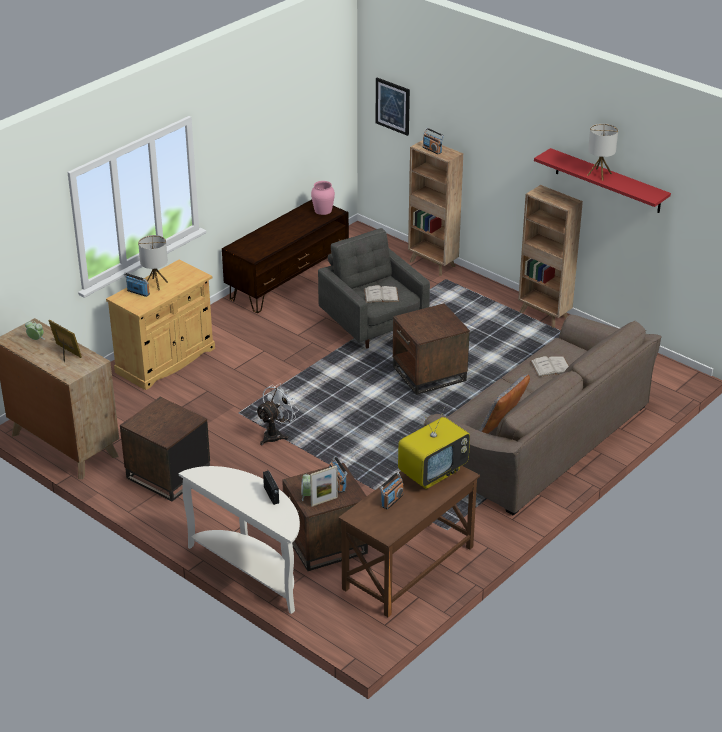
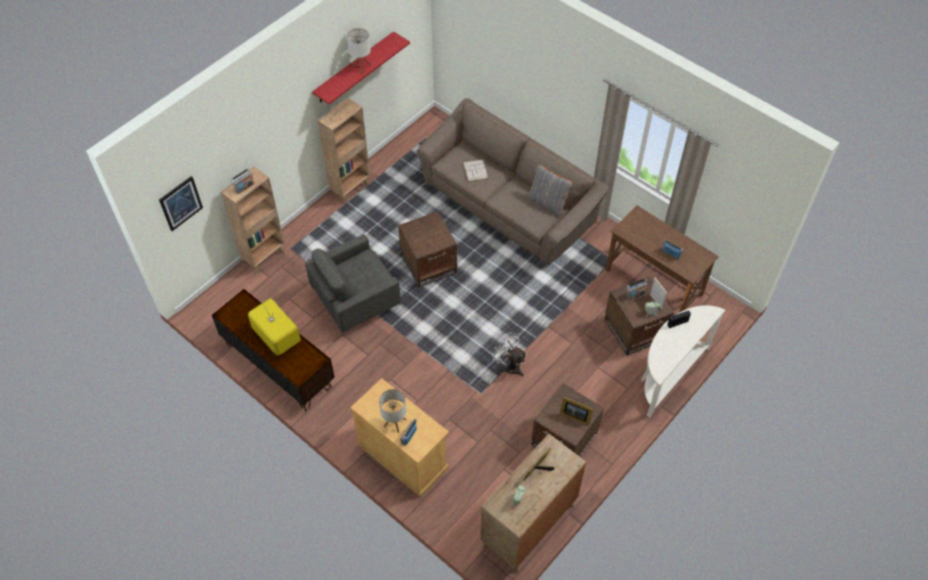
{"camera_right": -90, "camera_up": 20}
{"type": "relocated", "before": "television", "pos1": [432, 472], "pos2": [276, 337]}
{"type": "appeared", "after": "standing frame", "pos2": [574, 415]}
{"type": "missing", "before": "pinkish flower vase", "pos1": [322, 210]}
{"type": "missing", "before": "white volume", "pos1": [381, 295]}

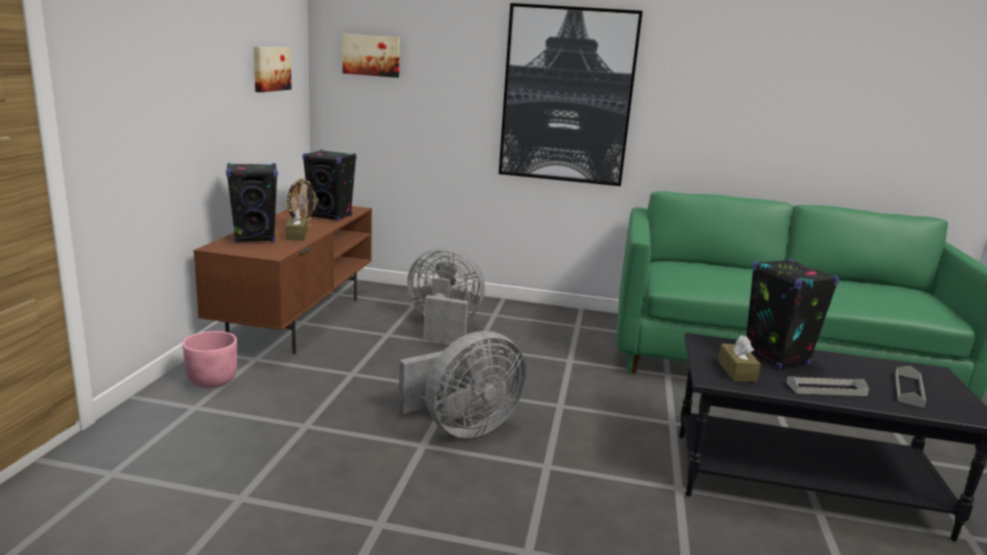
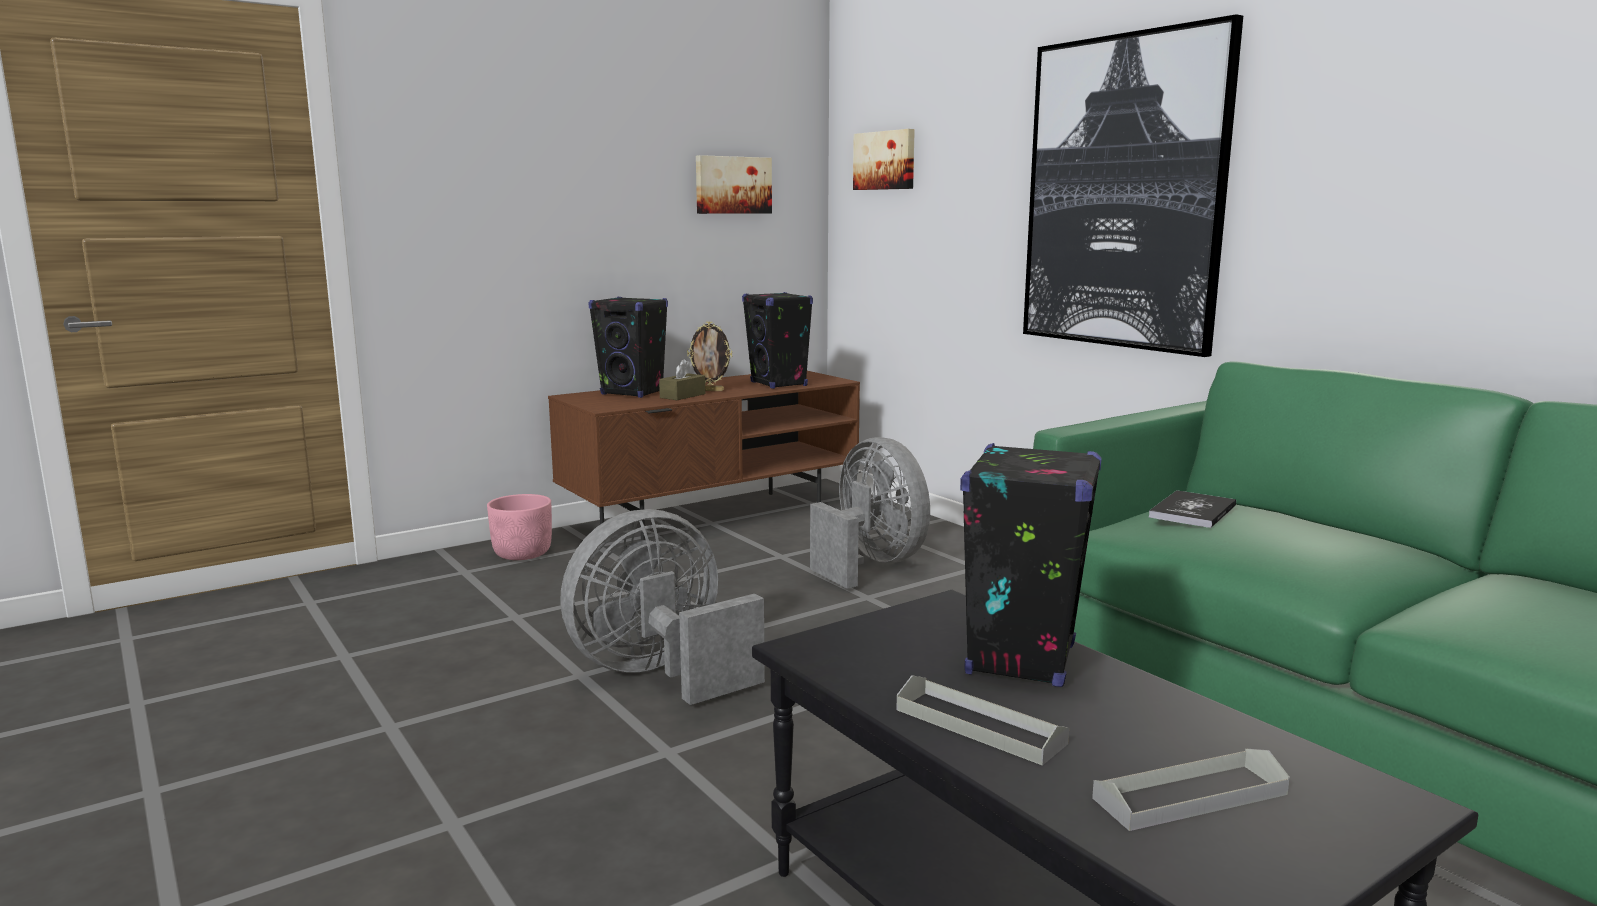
{"camera_right": 45, "camera_up": -5}
{"type": "spun", "before": "gray fan", "pos1": [463, 427], "pos2": [660, 674], "turn": 135}
{"type": "appeared", "after": "volume", "pos2": [1193, 511]}
{"type": "missing", "before": "brown-coloured box of tissues", "pos1": [736, 371]}

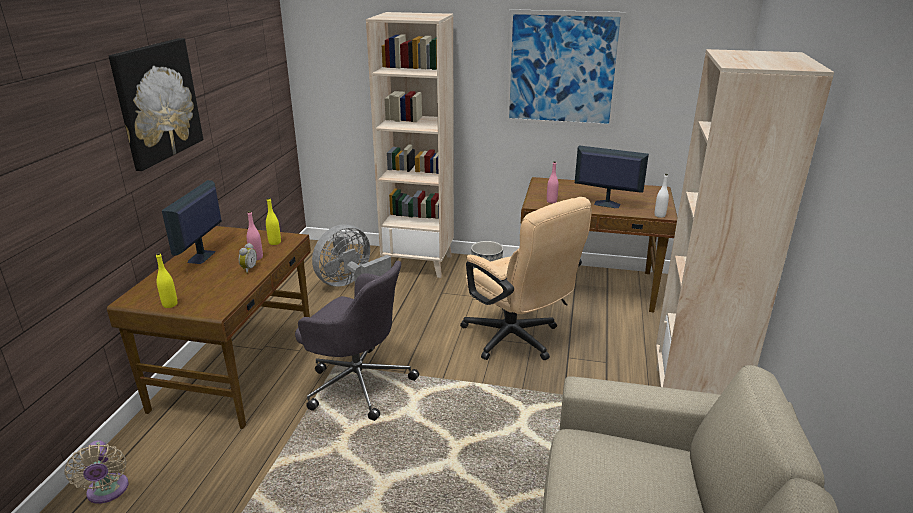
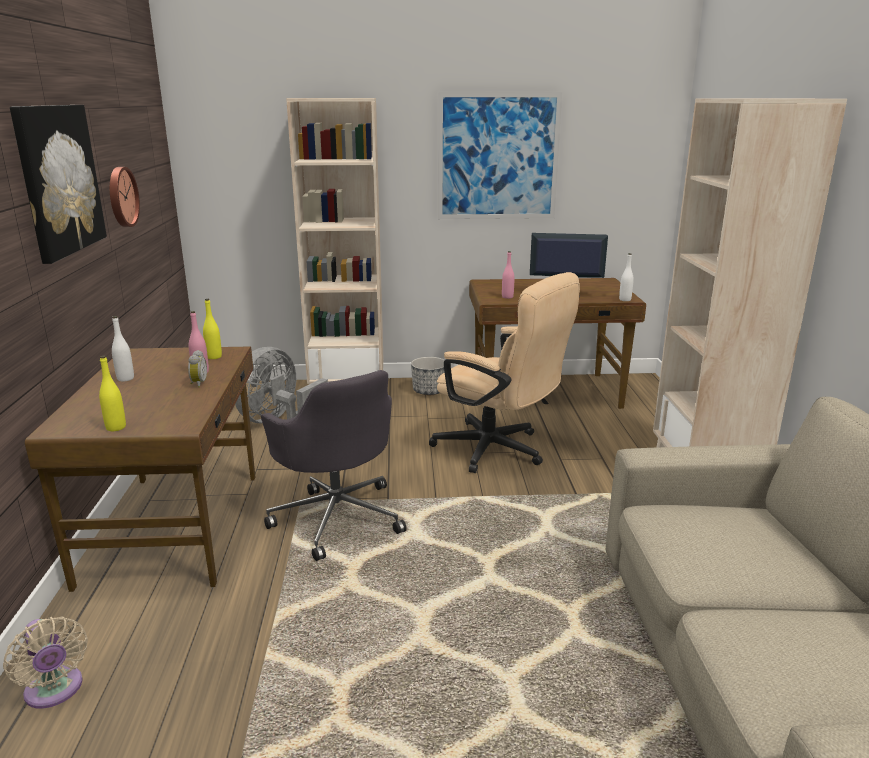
{"camera_right": -15, "camera_up": -5}
{"type": "appeared", "after": "hanging clock", "pos2": [121, 197]}
{"type": "exchanged", "before": "computer screen", "after": "white beverage bottle", "pos1": [201, 257], "pos2": [125, 378]}
{"type": "spun", "before": "gray desk chair", "pos1": [357, 383], "pos2": [337, 516], "turn": 45}

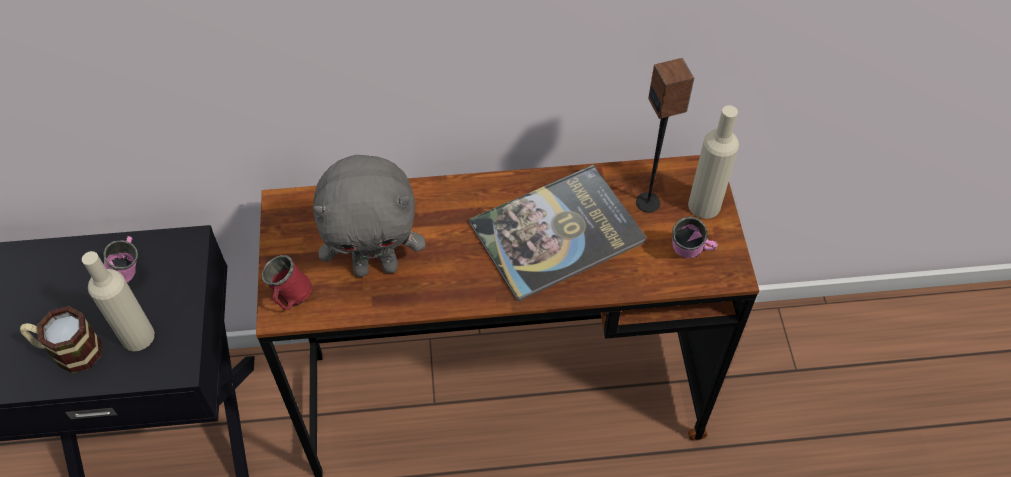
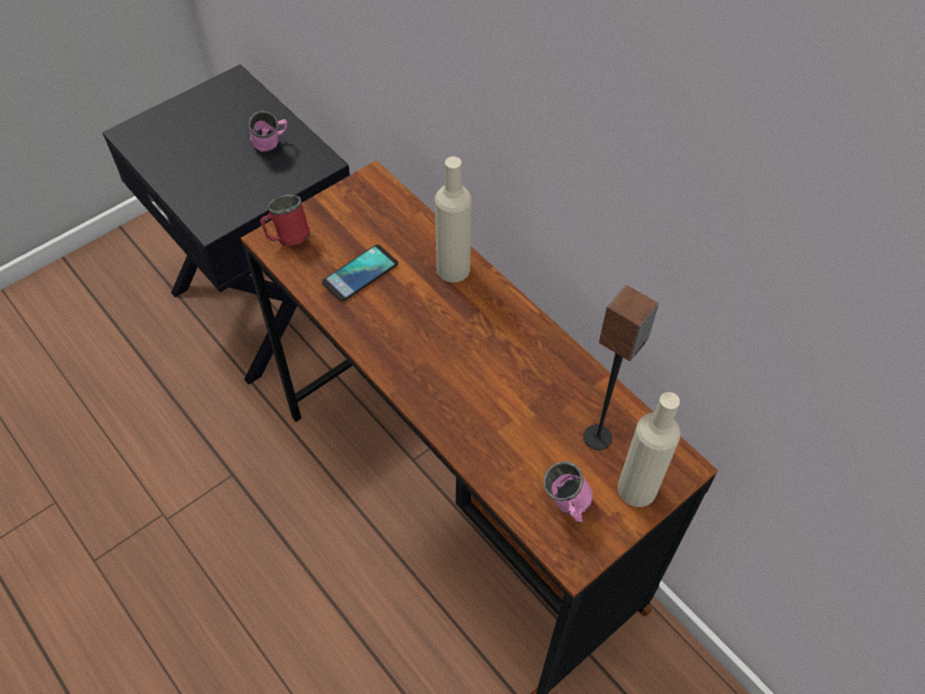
{"camera_right": 55, "camera_up": 0}
{"type": "exchanged", "before": "gray plush toy", "after": "handset", "pos1": [376, 266], "pos2": [360, 273]}
{"type": "relocated", "before": "sand-coloured beverage bottle", "pos1": [137, 336], "pos2": [453, 269]}
{"type": "missing", "before": "tea mug", "pos1": [69, 351]}
{"type": "missing", "before": "volume", "pos1": [556, 233]}

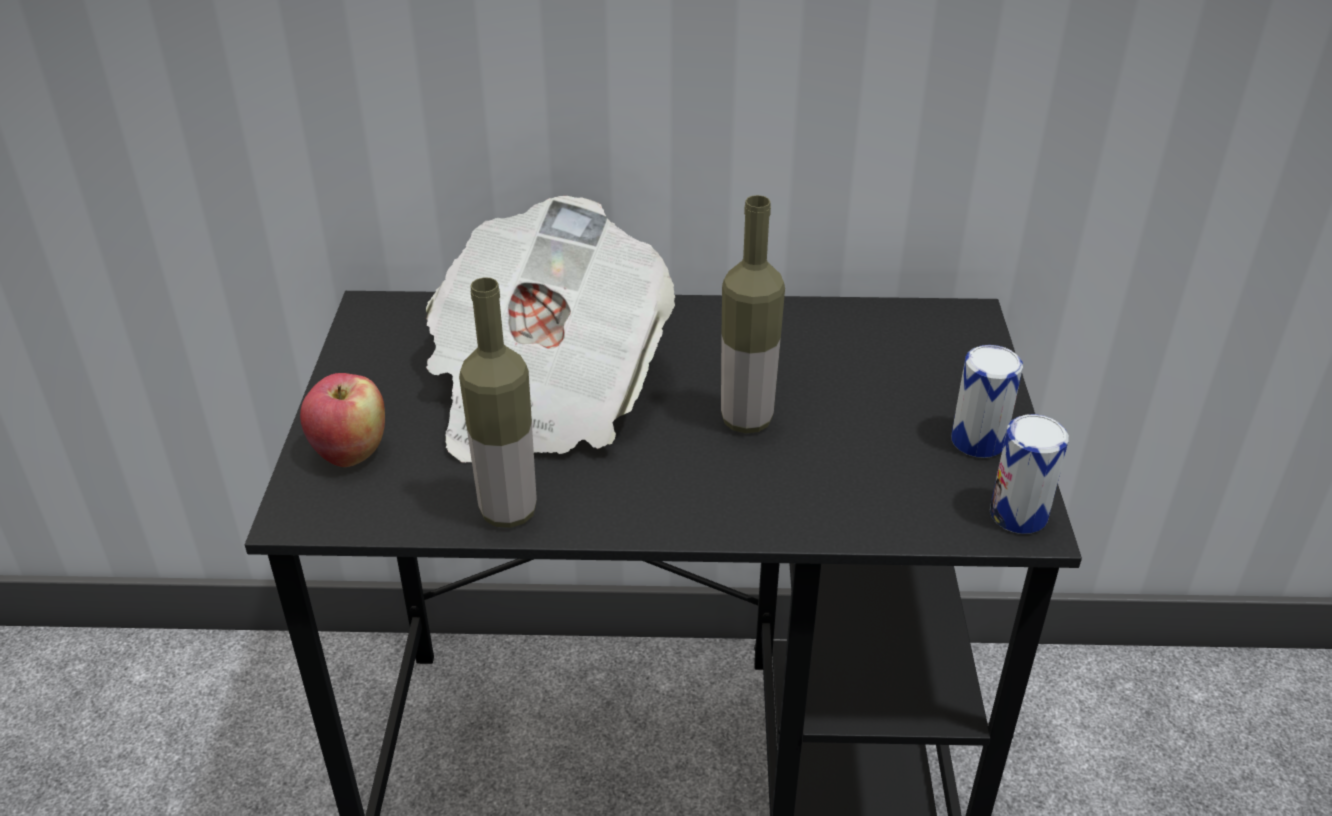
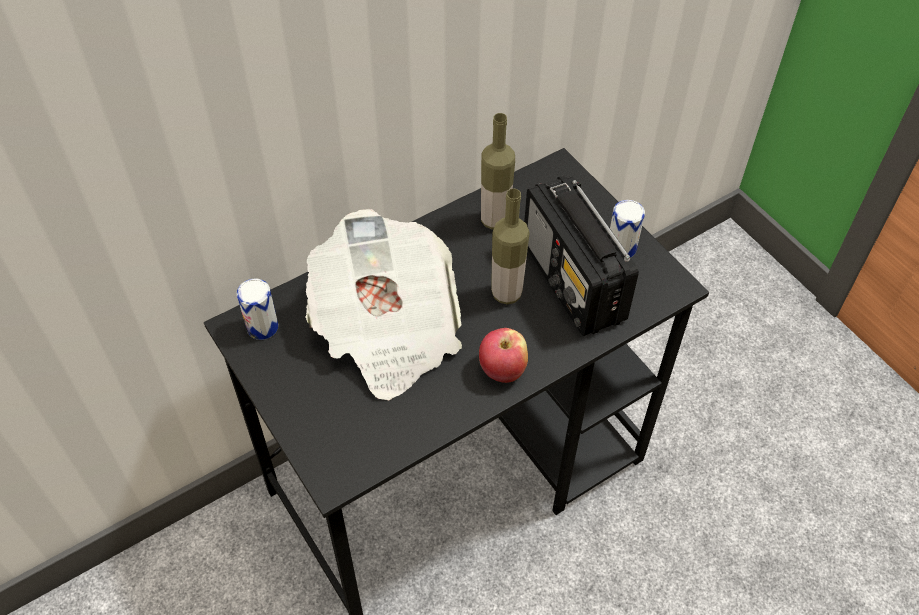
{"camera_right": -35, "camera_up": 15}
{"type": "relocated", "before": "metal can", "pos1": [1018, 514], "pos2": [262, 327]}
{"type": "relocated", "before": "apple fruit", "pos1": [350, 452], "pos2": [502, 370]}
{"type": "relocated", "before": "beverage bottle", "pos1": [508, 511], "pos2": [495, 220]}
{"type": "appeared", "after": "radio set", "pos2": [573, 283]}

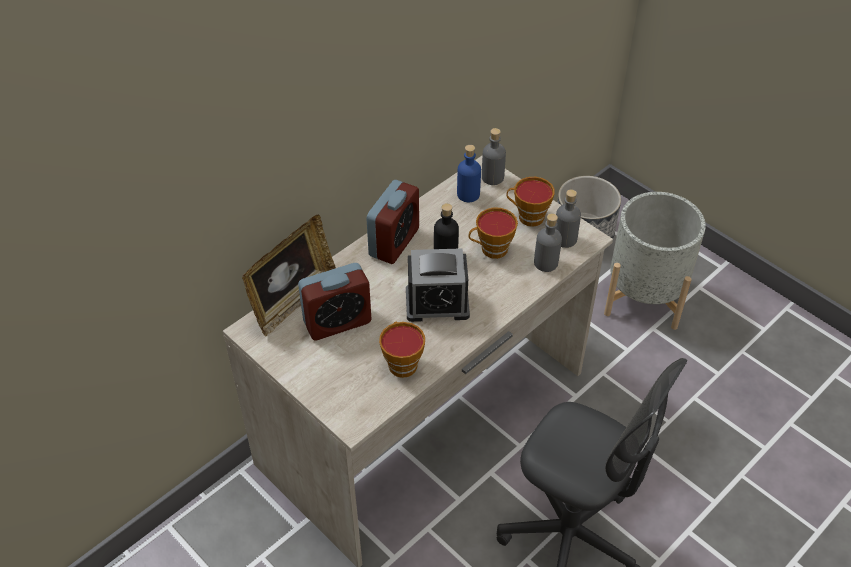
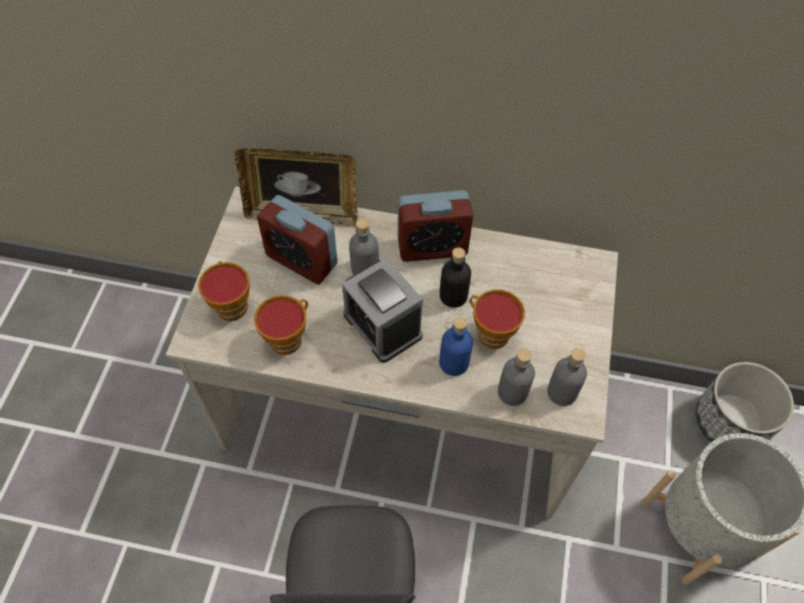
{"camera_right": 55, "camera_up": 10}
{"type": "relocated", "before": "drinking cup", "pos1": [527, 217], "pos2": [230, 304]}
{"type": "relocated", "before": "gray beverage bottle", "pos1": [492, 177], "pos2": [364, 268]}
{"type": "relocated", "before": "bluish beverage bottle", "pos1": [468, 194], "pos2": [454, 362]}

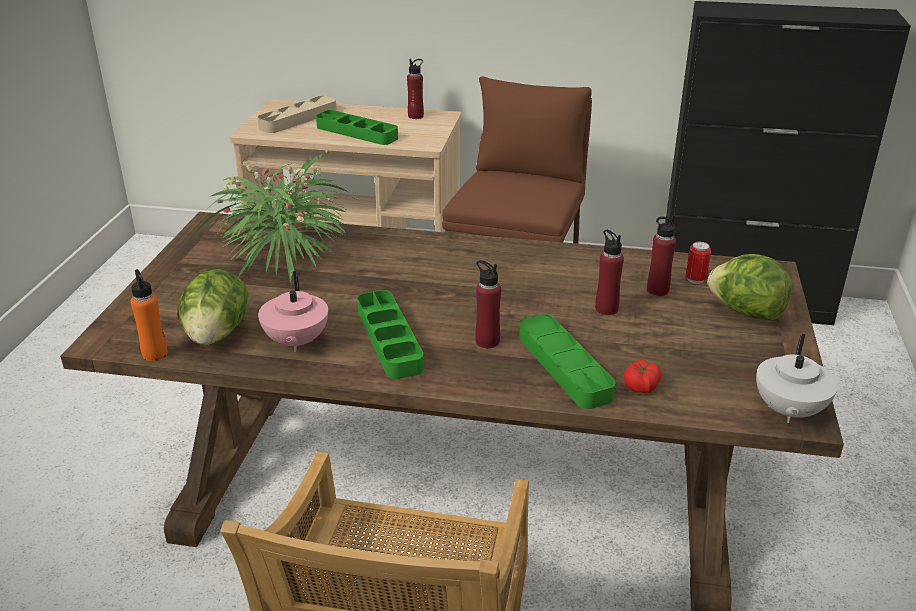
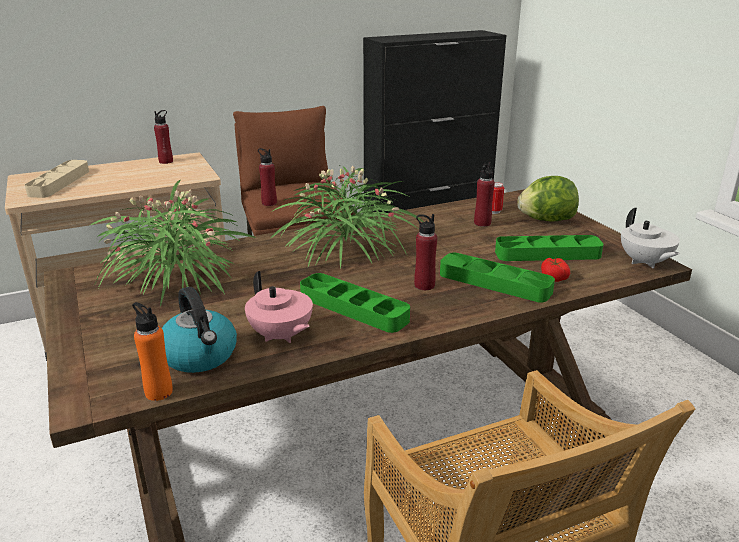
{"camera_right": -35, "camera_up": -5}
{"type": "exchanged", "before": "lettuce", "after": "tea kettle", "pos1": [216, 335], "pos2": [200, 356]}
{"type": "relocated", "before": "red beverage bottle", "pos1": [606, 309], "pos2": [269, 203]}
{"type": "appeared", "after": "plant in a pot", "pos2": [347, 248]}
{"type": "relocated", "before": "greenish tray", "pos1": [357, 132], "pos2": [547, 254]}

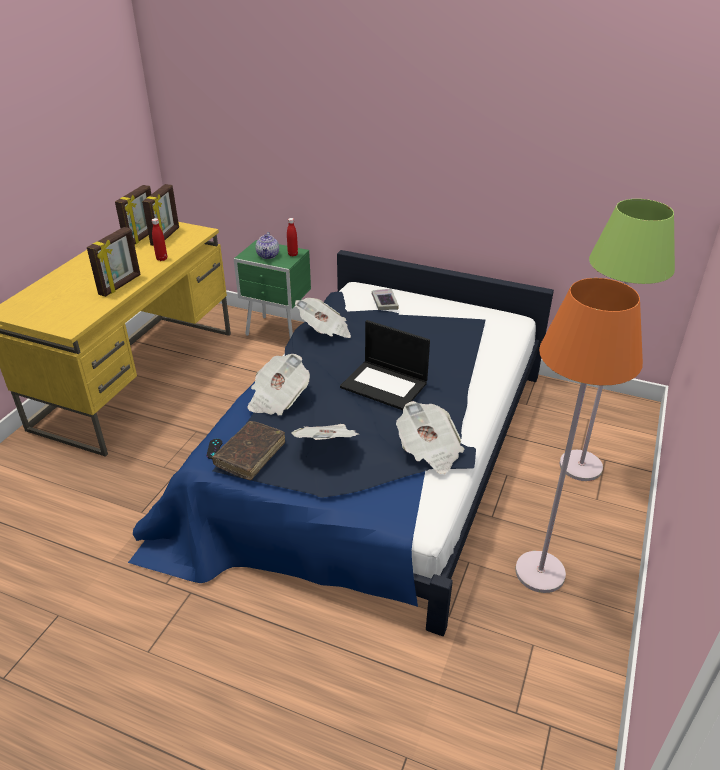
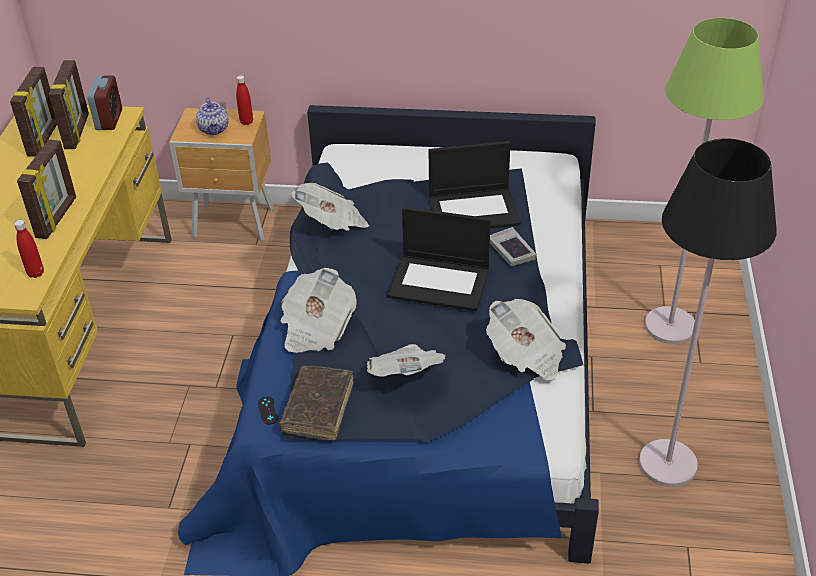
{"camera_right": -15, "camera_up": 5}
{"type": "relocated", "before": "red beverage bottle", "pos1": [162, 259], "pos2": [36, 273]}
{"type": "appeared", "after": "table clock", "pos2": [109, 120]}
{"type": "colour", "before": "greenish nightstand", "after": "brown-coloured nightstand", "pos1": [278, 332], "pos2": [235, 224]}
{"type": "appeared", "after": "laptop", "pos2": [474, 210]}
{"type": "relocated", "before": "volume", "pos1": [384, 302], "pos2": [511, 250]}
{"type": "colour", "before": "orange standard lamp", "after": "black-coloured standard lamp", "pos1": [540, 572], "pos2": [667, 463]}

